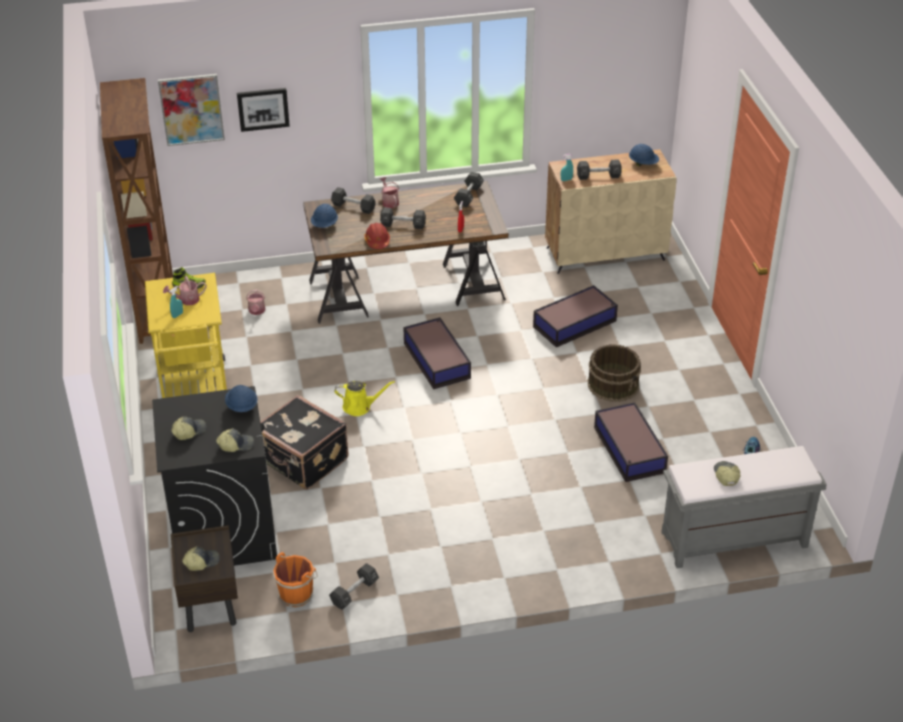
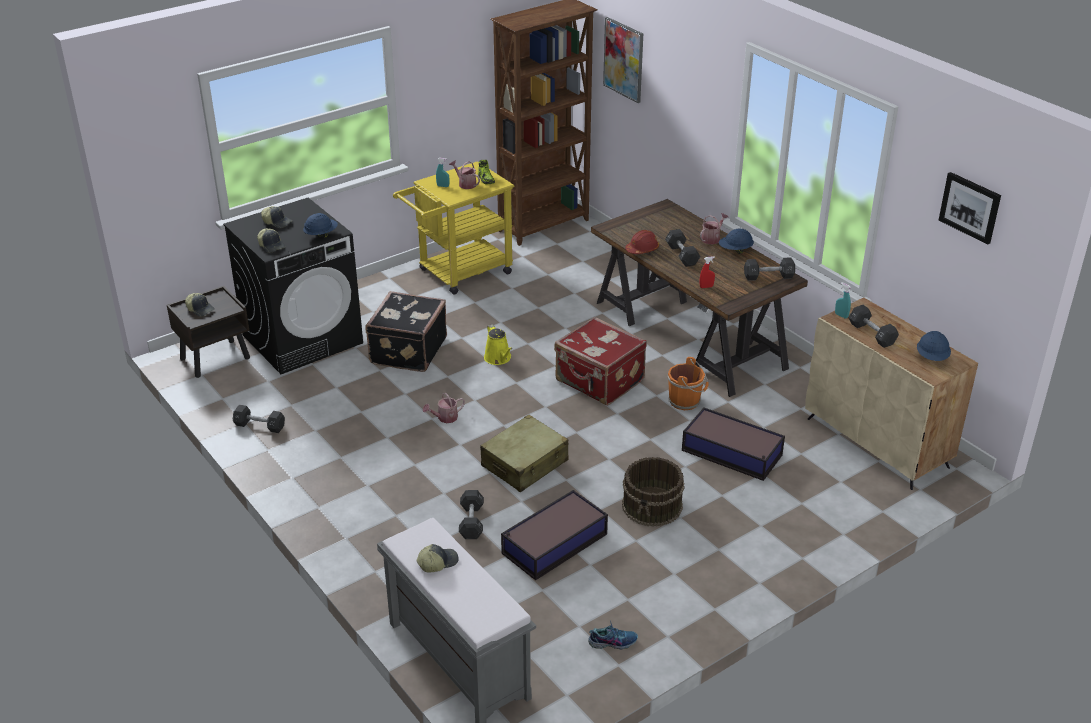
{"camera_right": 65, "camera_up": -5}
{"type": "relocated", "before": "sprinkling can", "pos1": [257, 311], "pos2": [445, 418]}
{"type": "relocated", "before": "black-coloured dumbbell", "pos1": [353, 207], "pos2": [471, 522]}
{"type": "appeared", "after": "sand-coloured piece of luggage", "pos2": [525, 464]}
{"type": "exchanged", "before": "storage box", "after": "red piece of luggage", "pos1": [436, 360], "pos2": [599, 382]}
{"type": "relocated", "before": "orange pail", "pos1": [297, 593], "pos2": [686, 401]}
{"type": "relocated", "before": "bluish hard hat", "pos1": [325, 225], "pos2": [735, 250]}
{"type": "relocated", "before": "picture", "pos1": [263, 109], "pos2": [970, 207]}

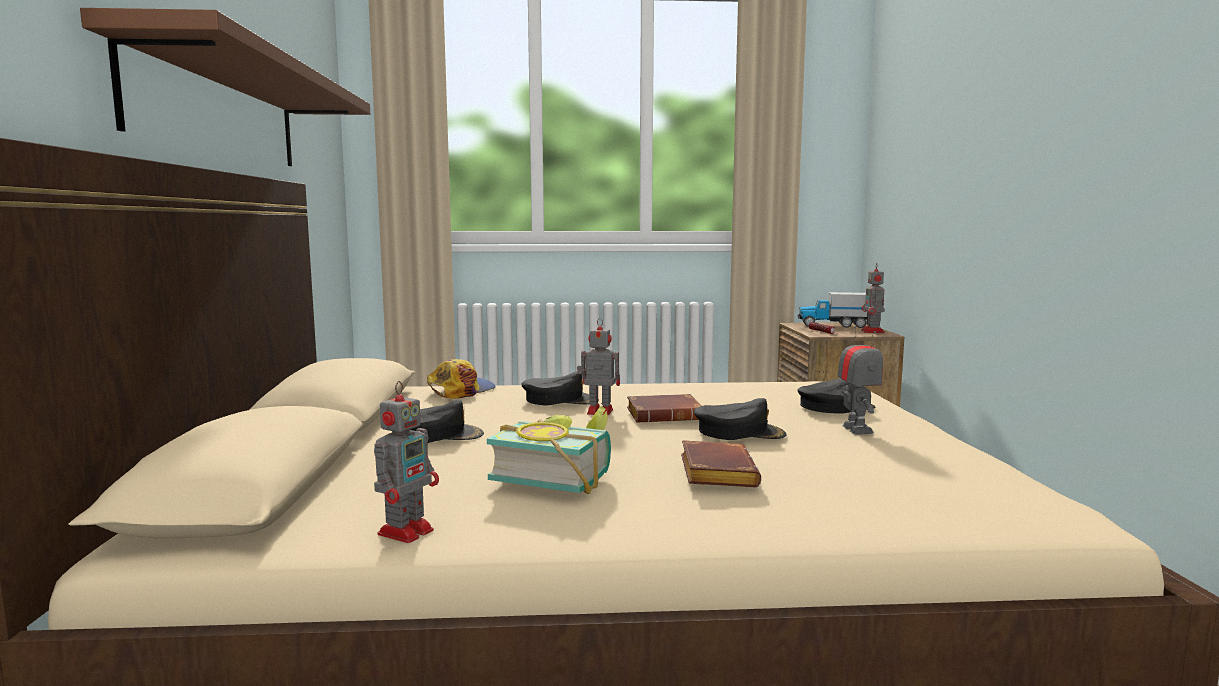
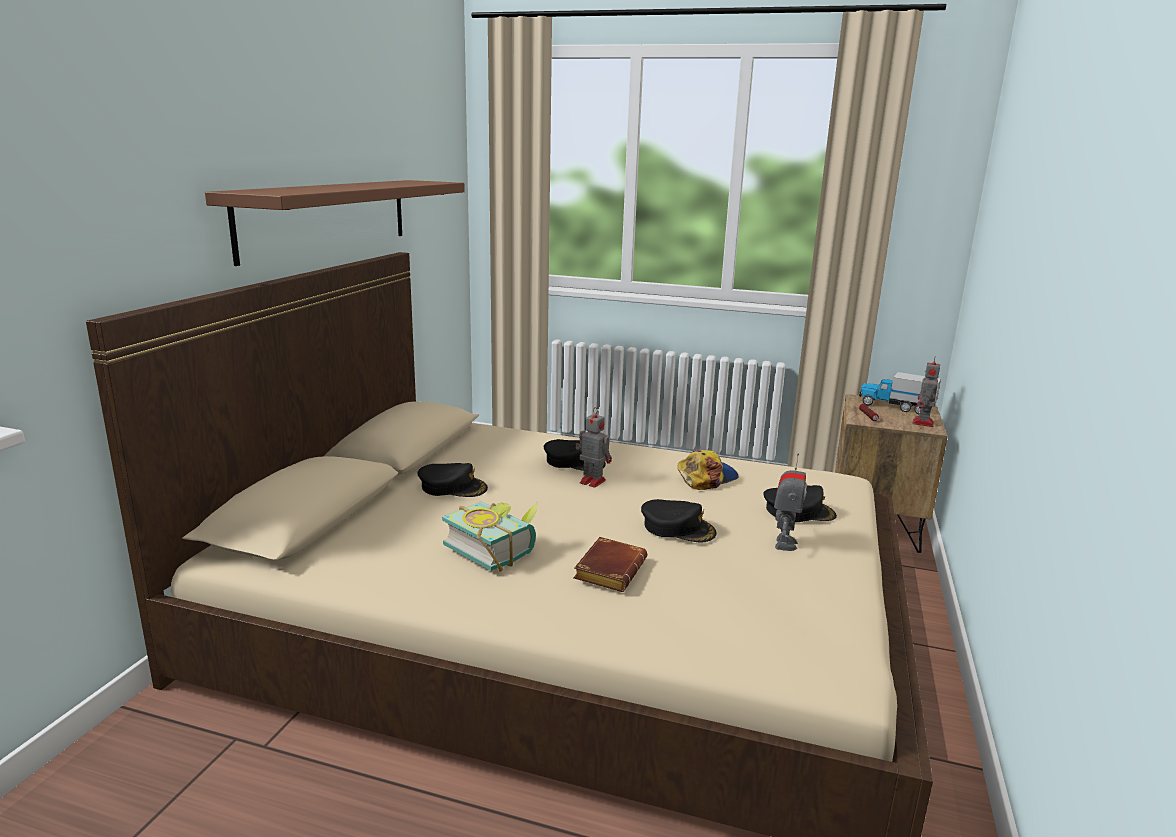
{"camera_right": 20, "camera_up": 10}
{"type": "relocated", "before": "baseball cap", "pos1": [461, 390], "pos2": [706, 477]}
{"type": "missing", "before": "model robot", "pos1": [407, 531]}
{"type": "missing", "before": "brown-coloured volume", "pos1": [666, 415]}

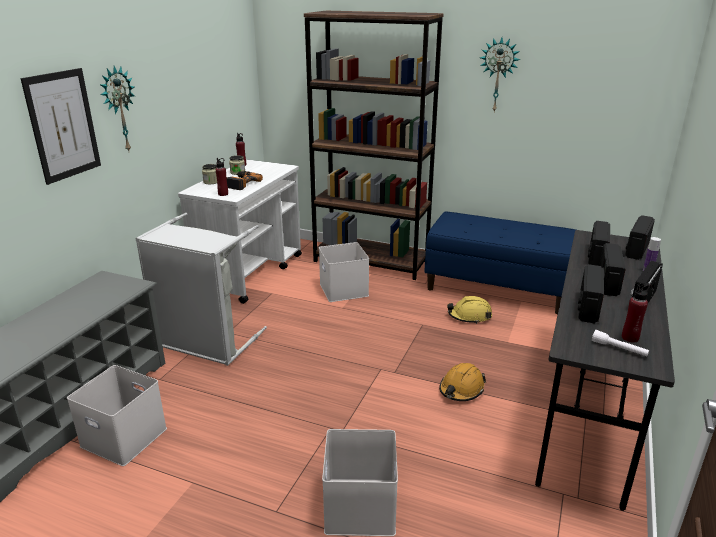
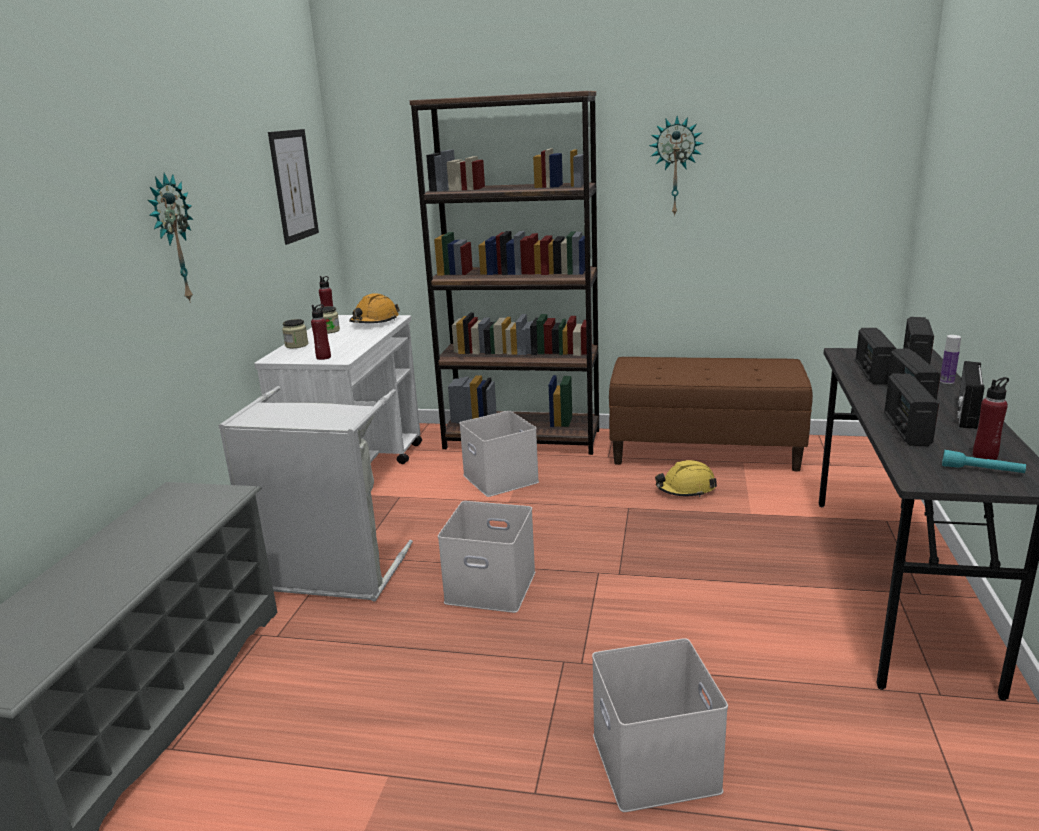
{"camera_right": -10, "camera_up": -5}
{"type": "relocated", "before": "picture", "pos1": [63, 125], "pos2": [293, 185]}
{"type": "relocated", "before": "orange hard hat", "pos1": [461, 389], "pos2": [374, 321]}
{"type": "relocated", "before": "white storage box", "pos1": [126, 437], "pos2": [493, 586]}
{"type": "colour", "before": "bluish bench", "after": "brown-coloured bench", "pos1": [497, 288], "pos2": [705, 451]}
{"type": "colour", "before": "white torch", "after": "turquoise-coloured torch", "pos1": [619, 349], "pos2": [982, 470]}
{"type": "missing", "before": "electric drill", "pos1": [241, 183]}

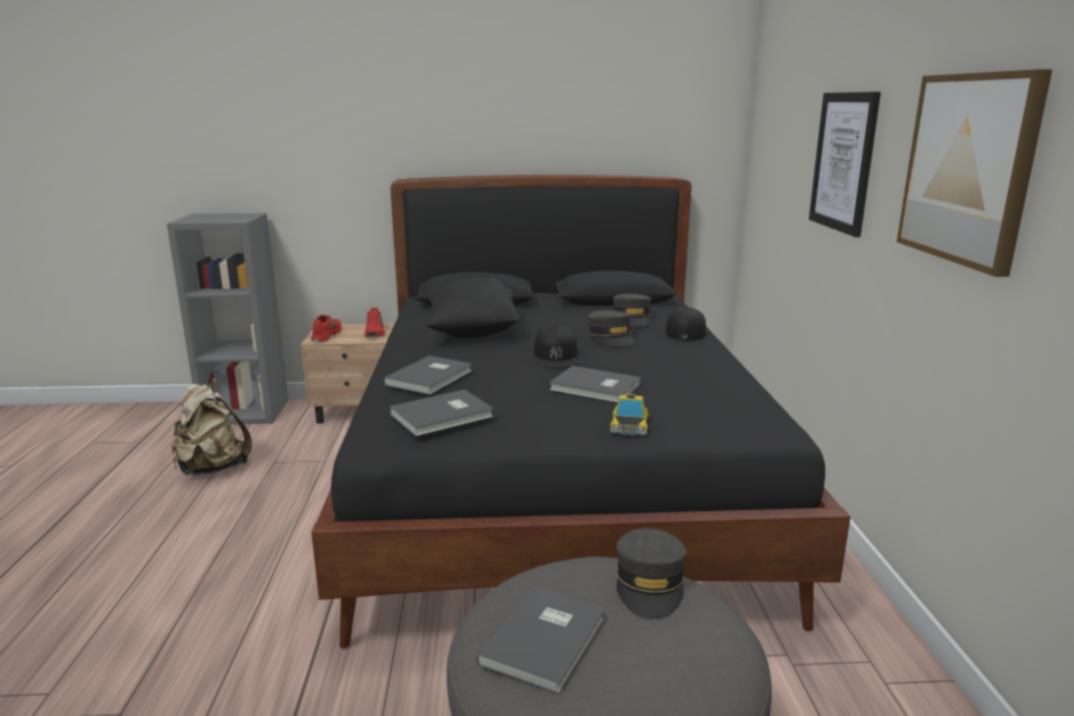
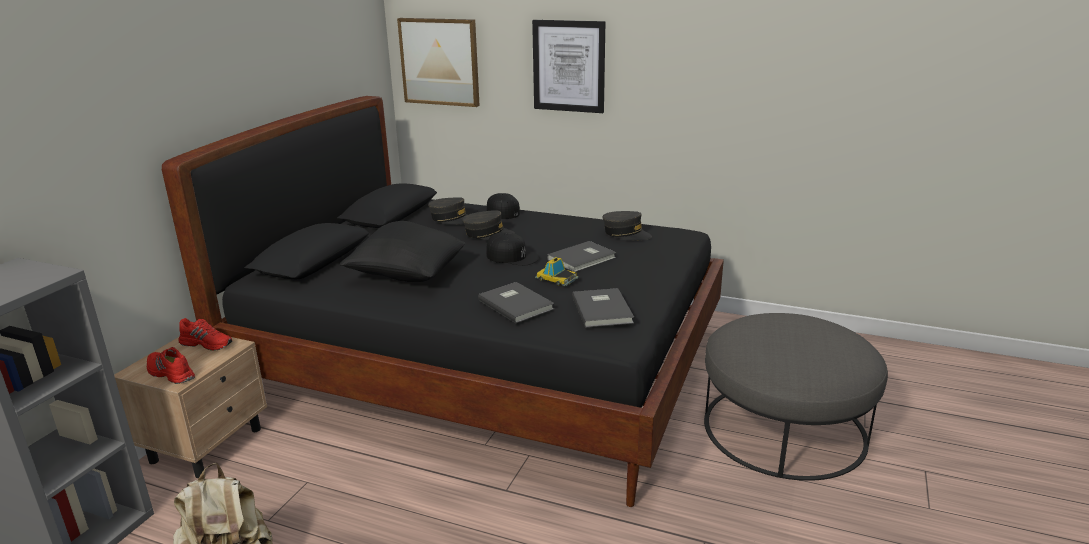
{"camera_right": -65, "camera_up": 5}
{"type": "relocated", "before": "picture", "pos1": [969, 168], "pos2": [440, 62]}
{"type": "relocated", "before": "model car", "pos1": [629, 424], "pos2": [556, 279]}
{"type": "relocated", "before": "gray baseball cap", "pos1": [650, 585], "pos2": [626, 234]}
{"type": "missing", "before": "gray volume", "pos1": [547, 640]}

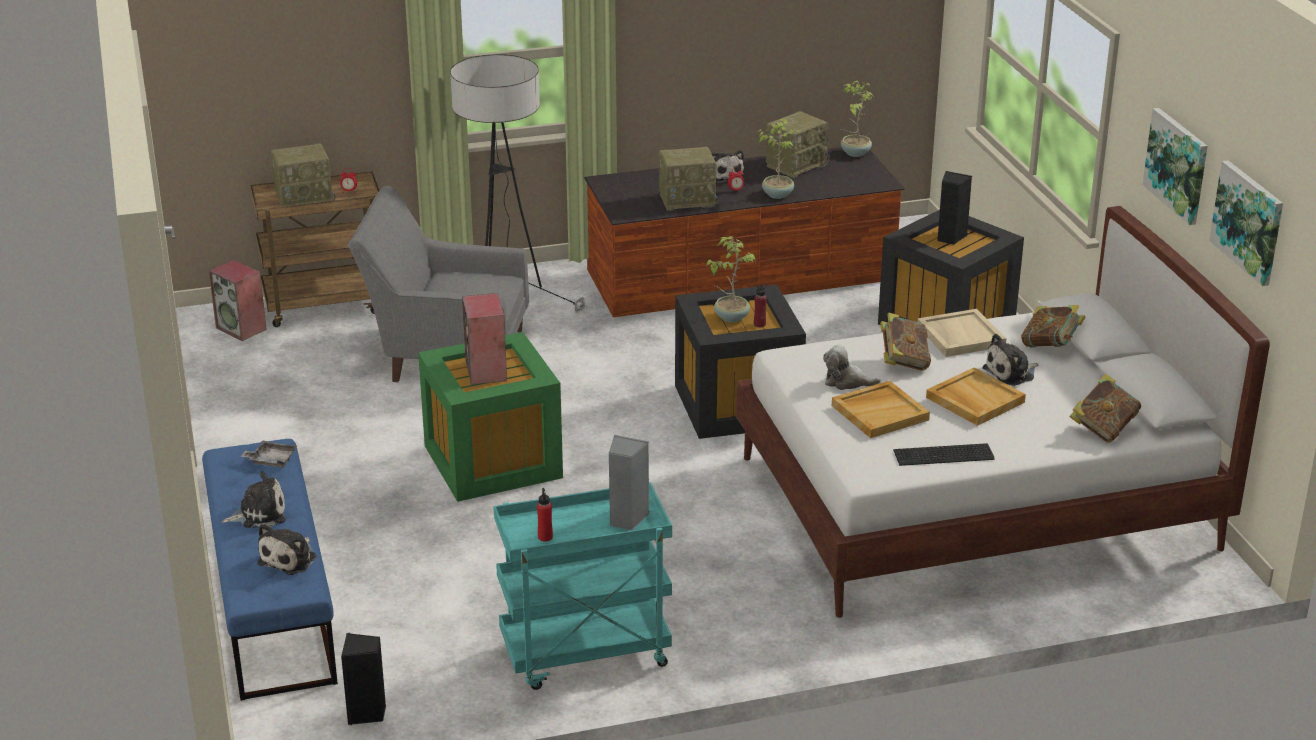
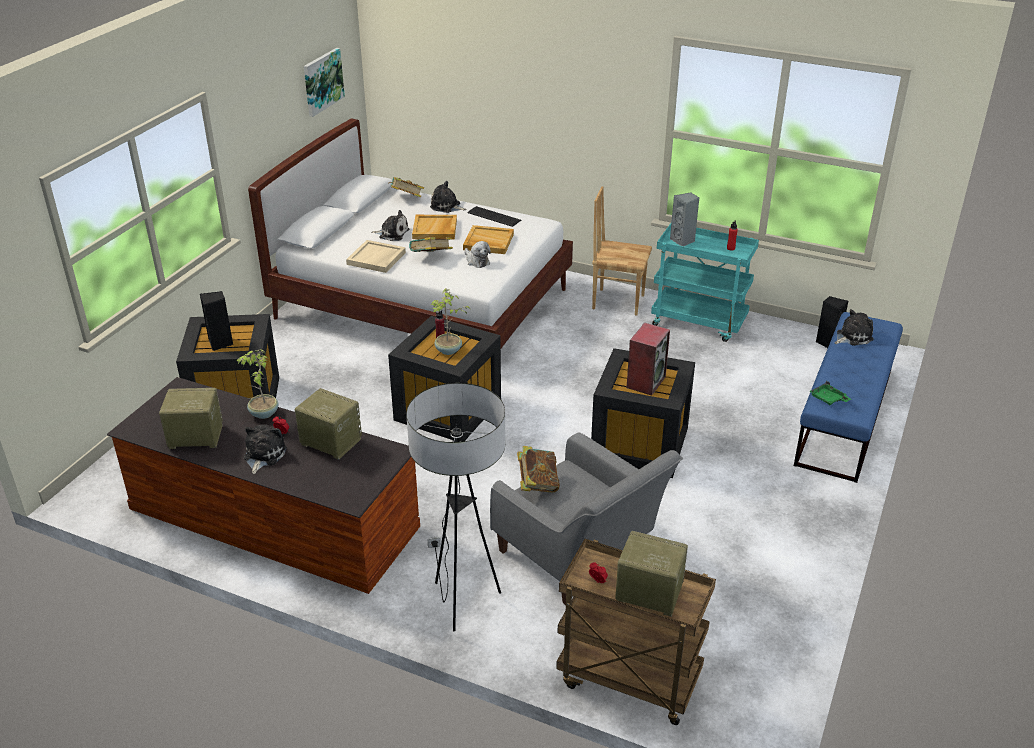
{"camera_right": -140, "camera_up": 5}
{"type": "relocated", "before": "plush toy", "pos1": [259, 514], "pos2": [446, 206]}
{"type": "relocated", "before": "volume", "pos1": [1050, 346], "pos2": [537, 484]}
{"type": "colour", "before": "greenish storage box", "after": "black-coloured storage box", "pos1": [490, 461], "pos2": [640, 445]}
{"type": "appeared", "after": "brown-coloured plain chair", "pos2": [618, 301]}
{"type": "colour", "before": "gray tray", "after": "greenish tray", "pos1": [271, 460], "pos2": [828, 399]}
{"type": "missing", "before": "audio speaker", "pos1": [242, 328]}
{"type": "missing", "before": "plant in a pot", "pos1": [854, 153]}
{"type": "missing", "before": "picture", "pos1": [1177, 165]}

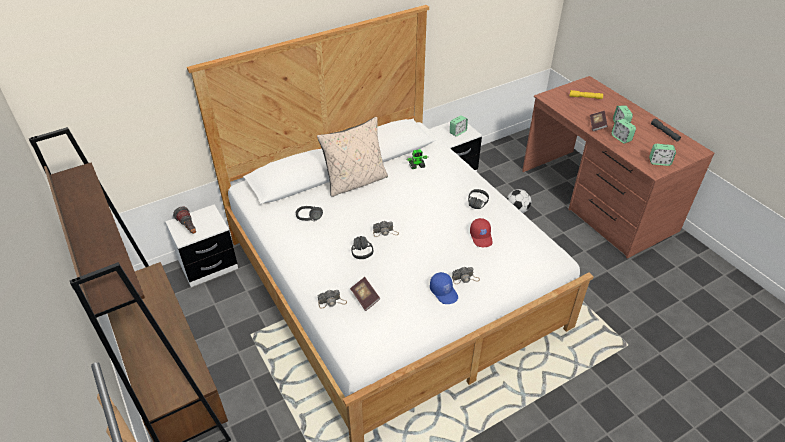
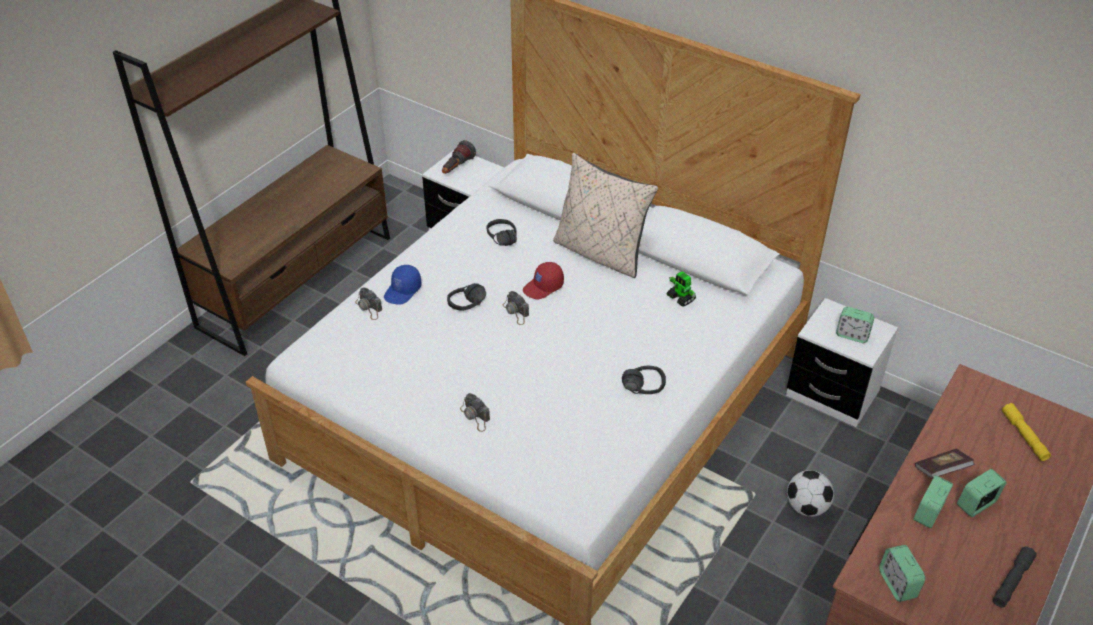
{"camera_right": 65, "camera_up": 0}
{"type": "relocated", "before": "bluish baseball cap", "pos1": [444, 292], "pos2": [403, 291]}
{"type": "relocated", "before": "red baseball cap", "pos1": [481, 237], "pos2": [543, 287]}
{"type": "missing", "before": "volume", "pos1": [365, 298]}

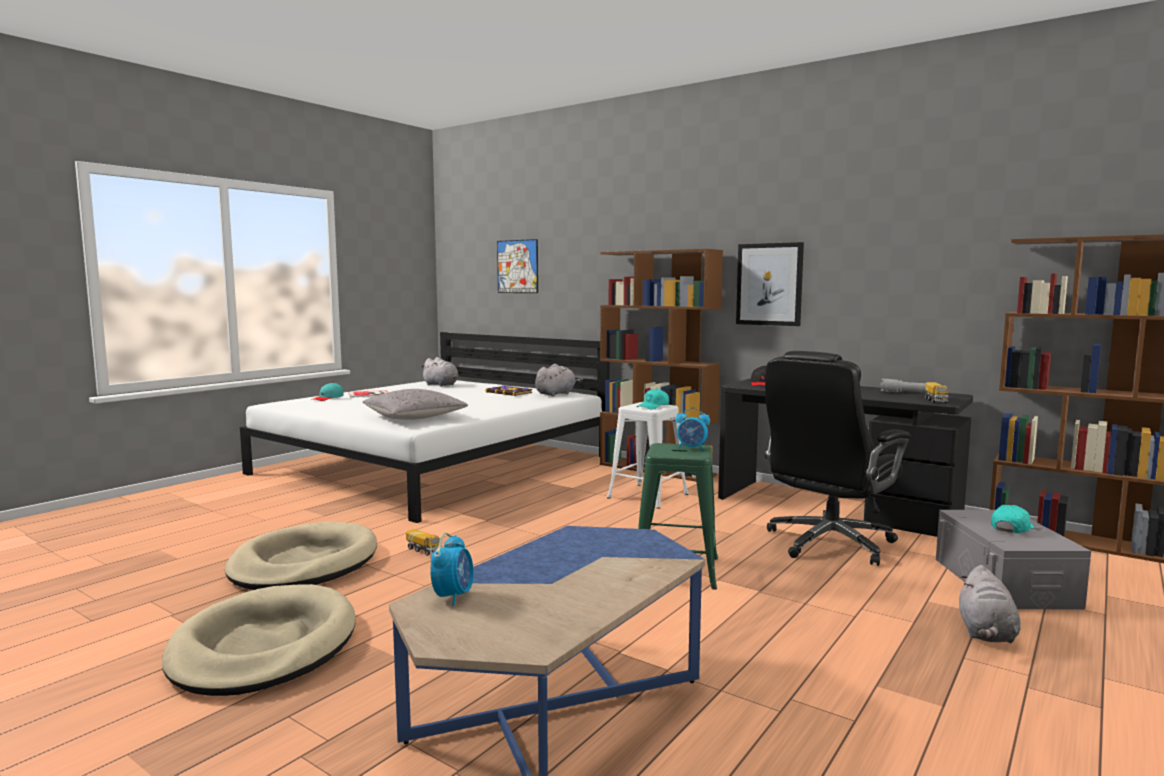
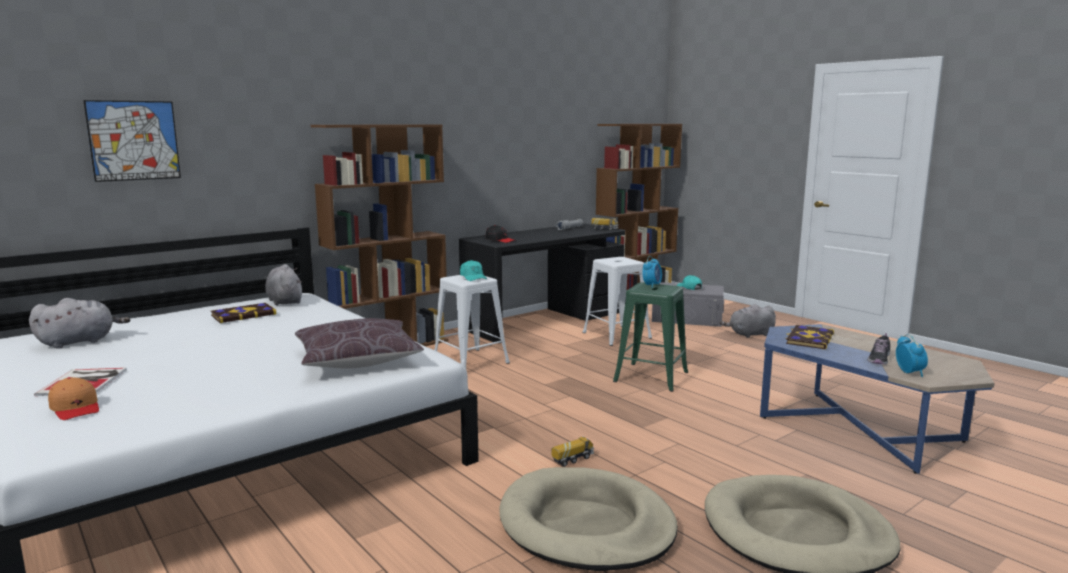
{"camera_right": -75, "camera_up": 5}
{"type": "colour", "before": "turquoise-coloured baseball cap", "after": "orange baseball cap", "pos1": [328, 398], "pos2": [76, 408]}
{"type": "colour", "before": "gray cushion", "after": "brown-coloured cushion", "pos1": [414, 418], "pos2": [357, 360]}
{"type": "exchanged", "before": "black-coloured desk chair", "after": "white sitting stool", "pos1": [828, 543], "pos2": [616, 335]}
{"type": "spun", "before": "gray plush toy", "pos1": [986, 633], "pos2": [750, 334], "turn": 135}
{"type": "appeared", "after": "volume", "pos2": [809, 339]}
{"type": "appeared", "after": "low shoe", "pos2": [879, 359]}
{"type": "spun", "before": "table clock", "pos1": [453, 596], "pos2": [909, 372], "turn": 60}
{"type": "missing", "before": "picture", "pos1": [769, 284]}

